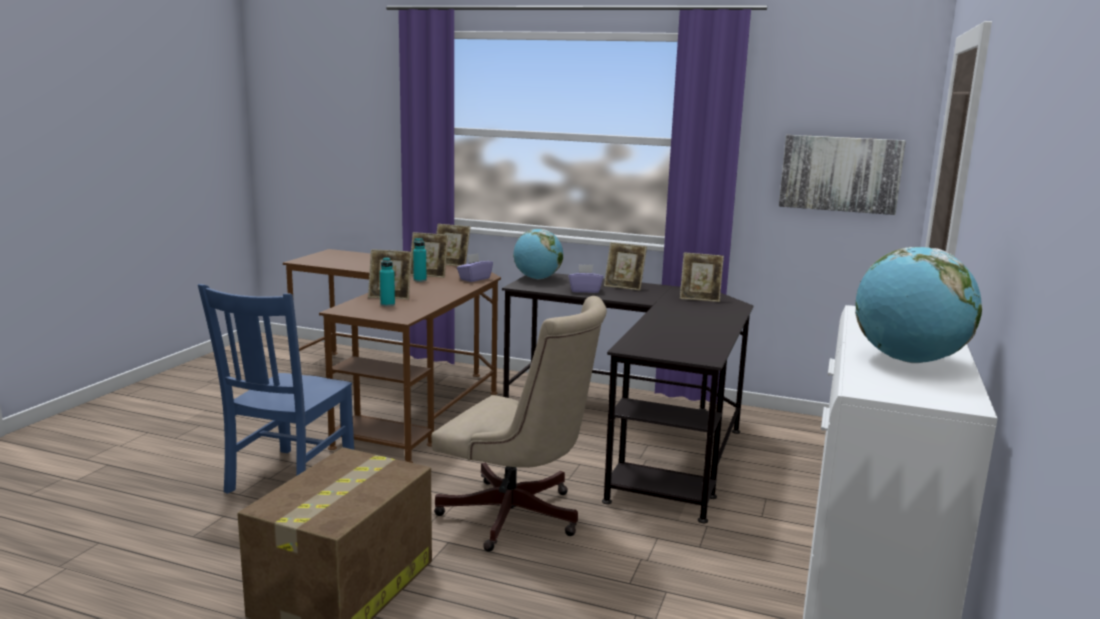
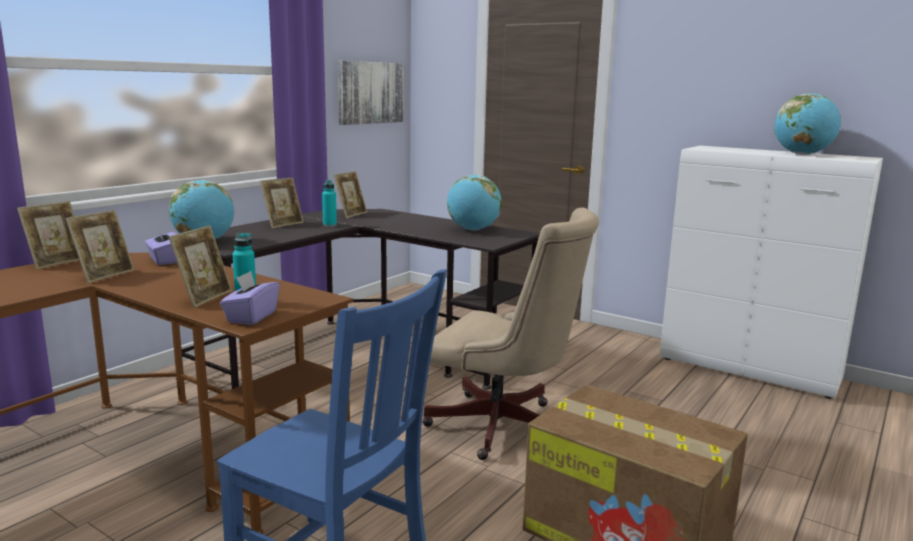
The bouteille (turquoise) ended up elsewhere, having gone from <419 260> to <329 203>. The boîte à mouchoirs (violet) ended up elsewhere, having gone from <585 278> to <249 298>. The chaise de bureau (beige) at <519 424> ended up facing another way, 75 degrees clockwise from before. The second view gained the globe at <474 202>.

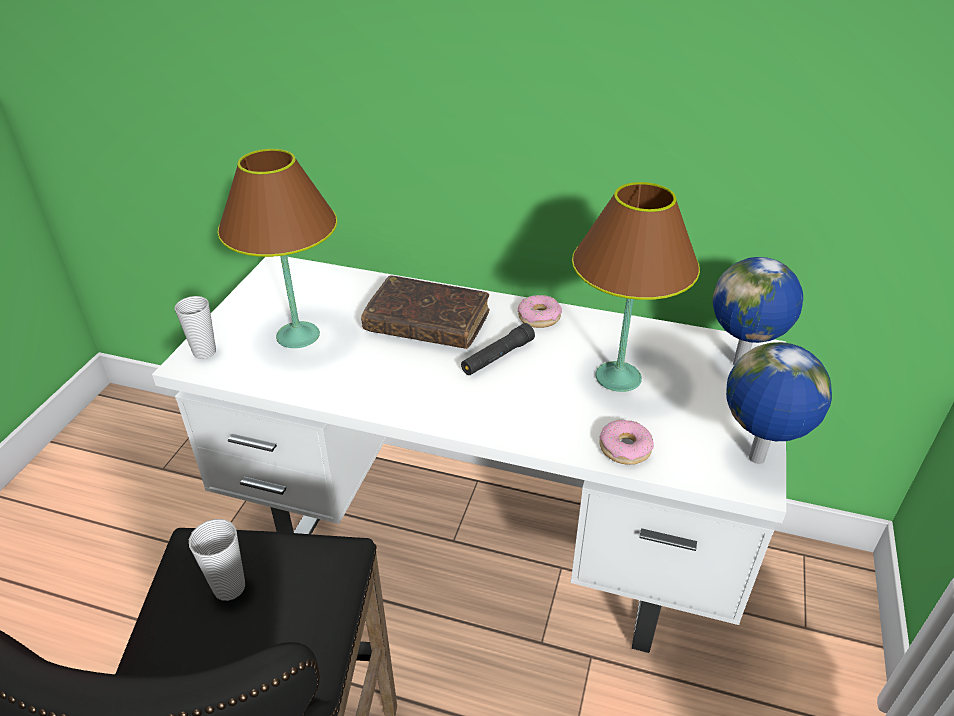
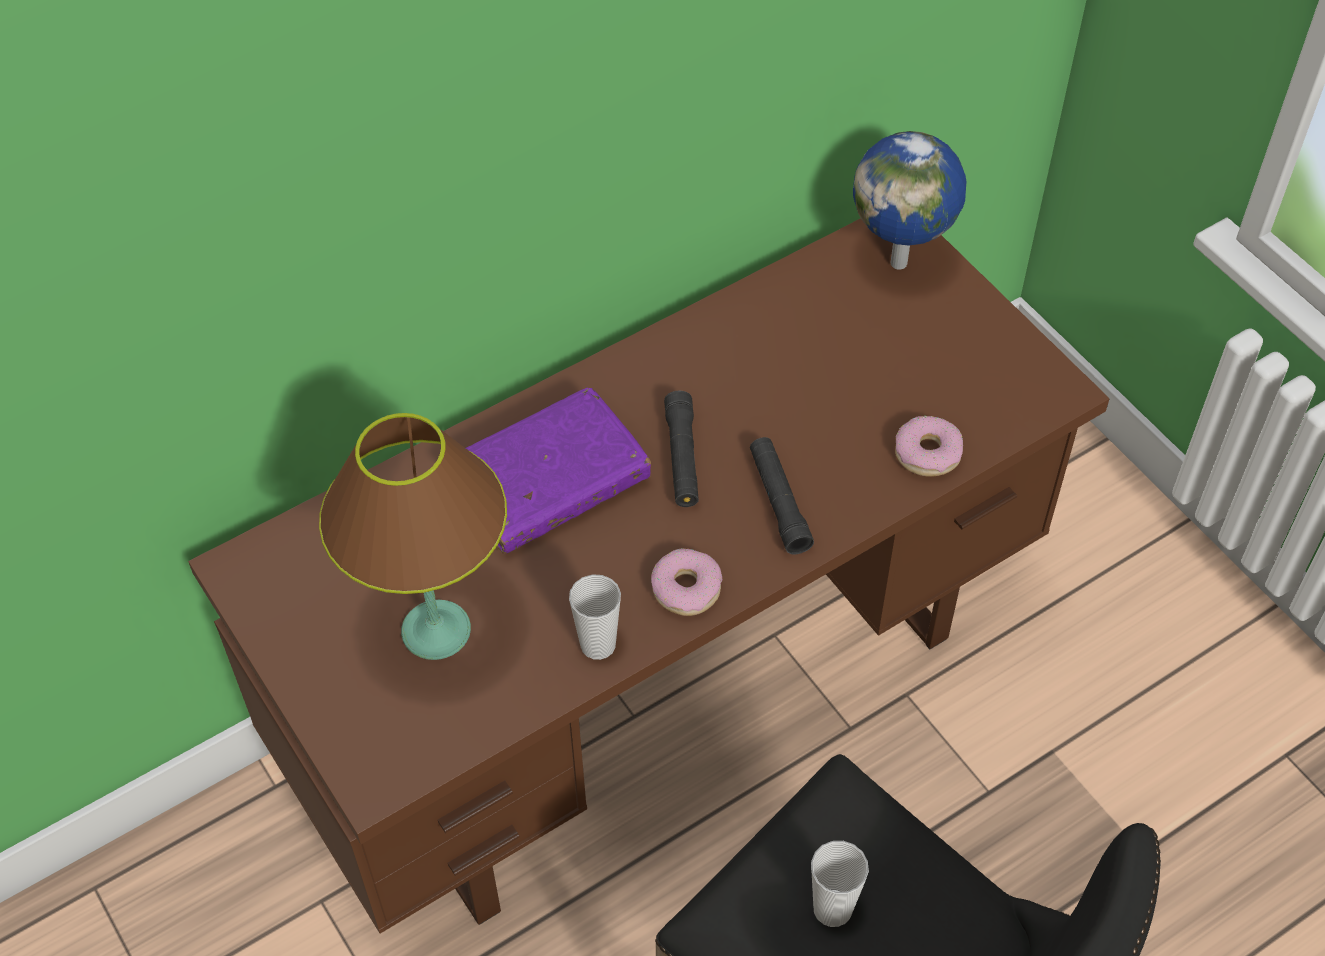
The second view lost the lampe de table (marron) at <636 287>. What was the bureau (blanc) at <469 454> turned into the bureau (marron) at <649 575>. What was the livre (marron) at <425 312> turned into the livre (violet) at <558 471>. The beignet ended up elsewhere, having gone from <540 311> to <686 582>. The tasse ended up elsewhere, having gone from <195 327> to <595 617>. The second view lost the globe at <779 403>. The second view gained the lampe de poche (noir) at <782 495>.

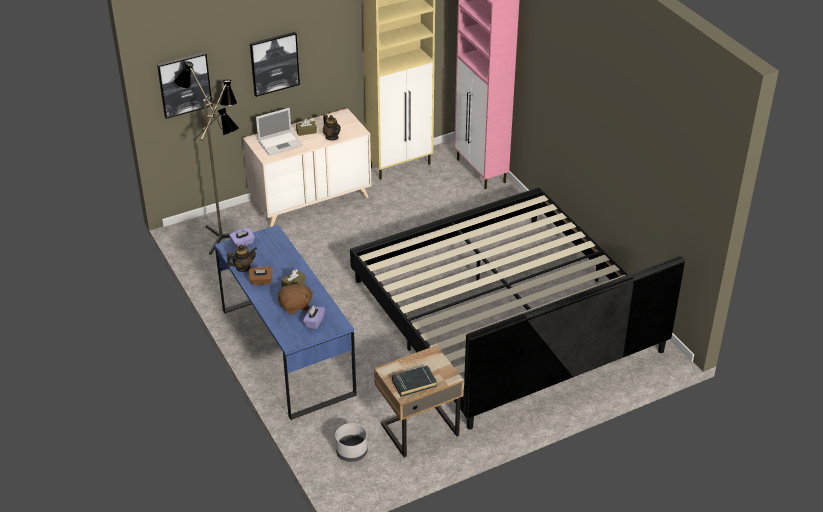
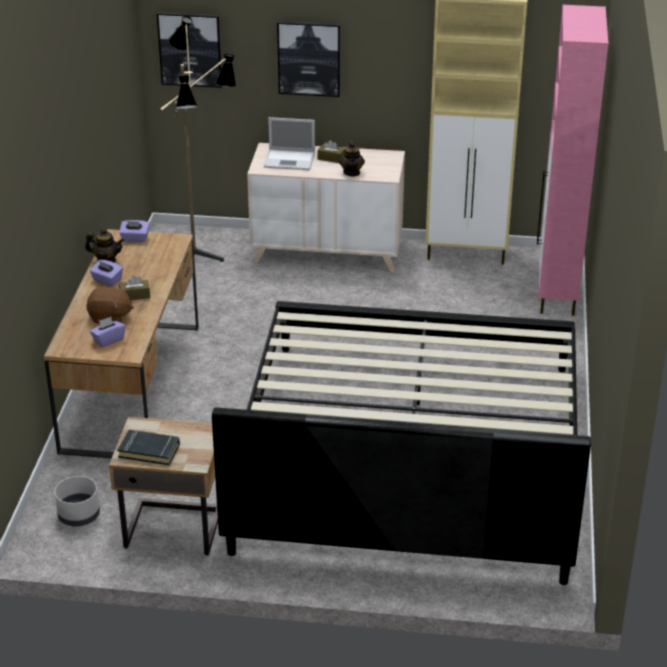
What was the bureau (bleu) at <286 322> turned into the bureau (marron) at <121 343>. What was the boîte à mouchoirs (marron) at <260 276> turned into the boîte à mouchoirs (violet) at <106 273>.

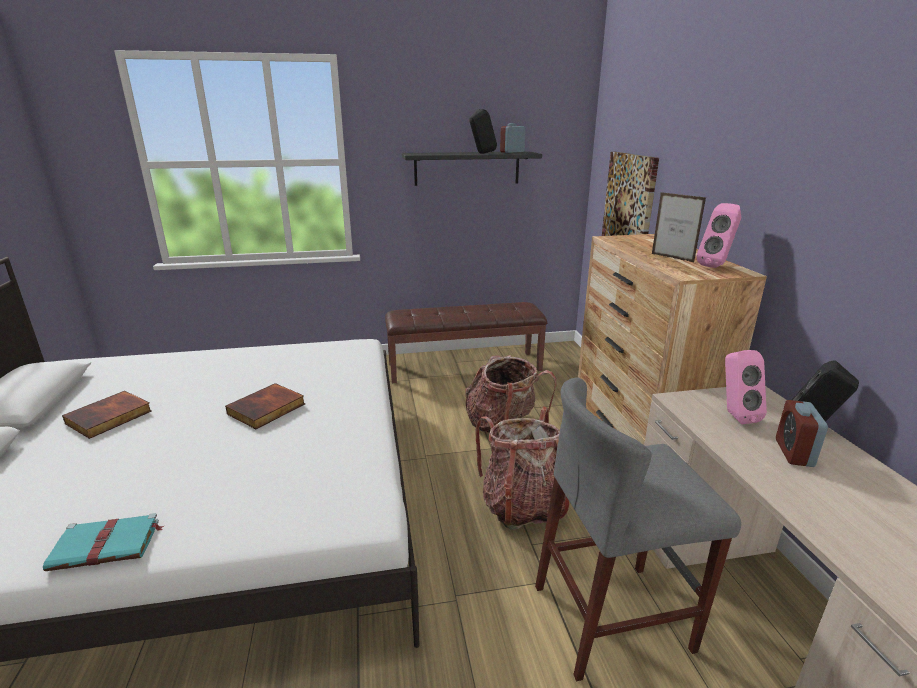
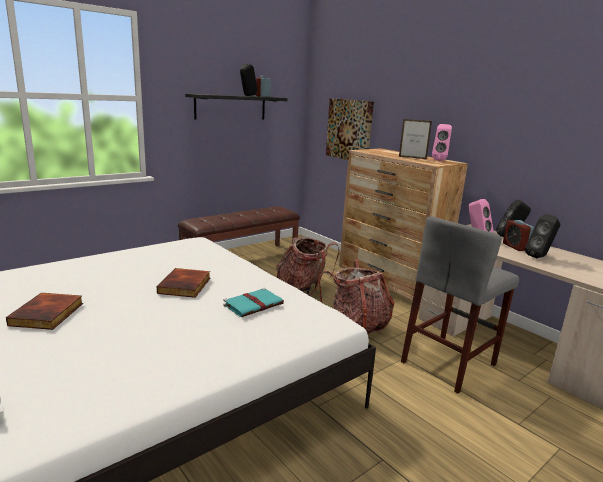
The livre (turquoise) ended up elsewhere, having gone from <103 542> to <253 302>. The second view gained the enceinte (noir) at <542 236>.

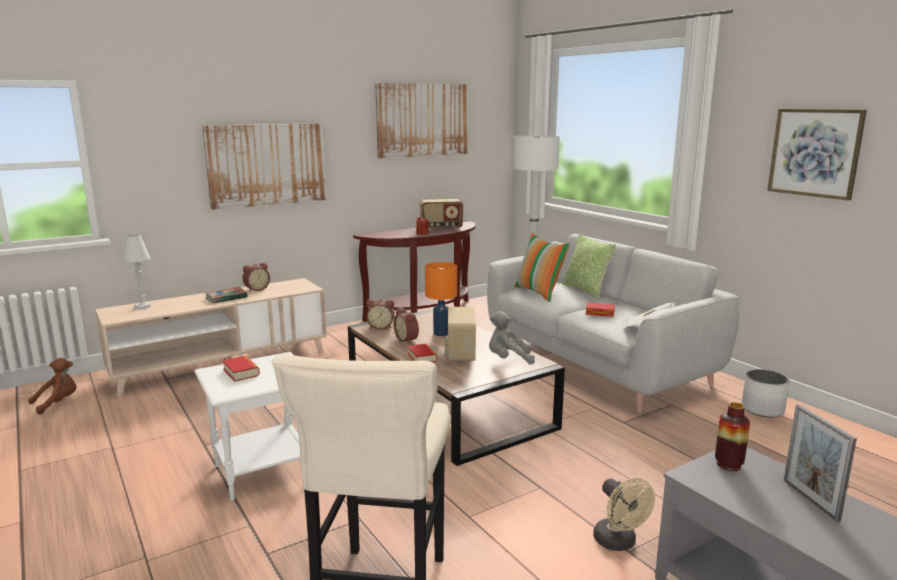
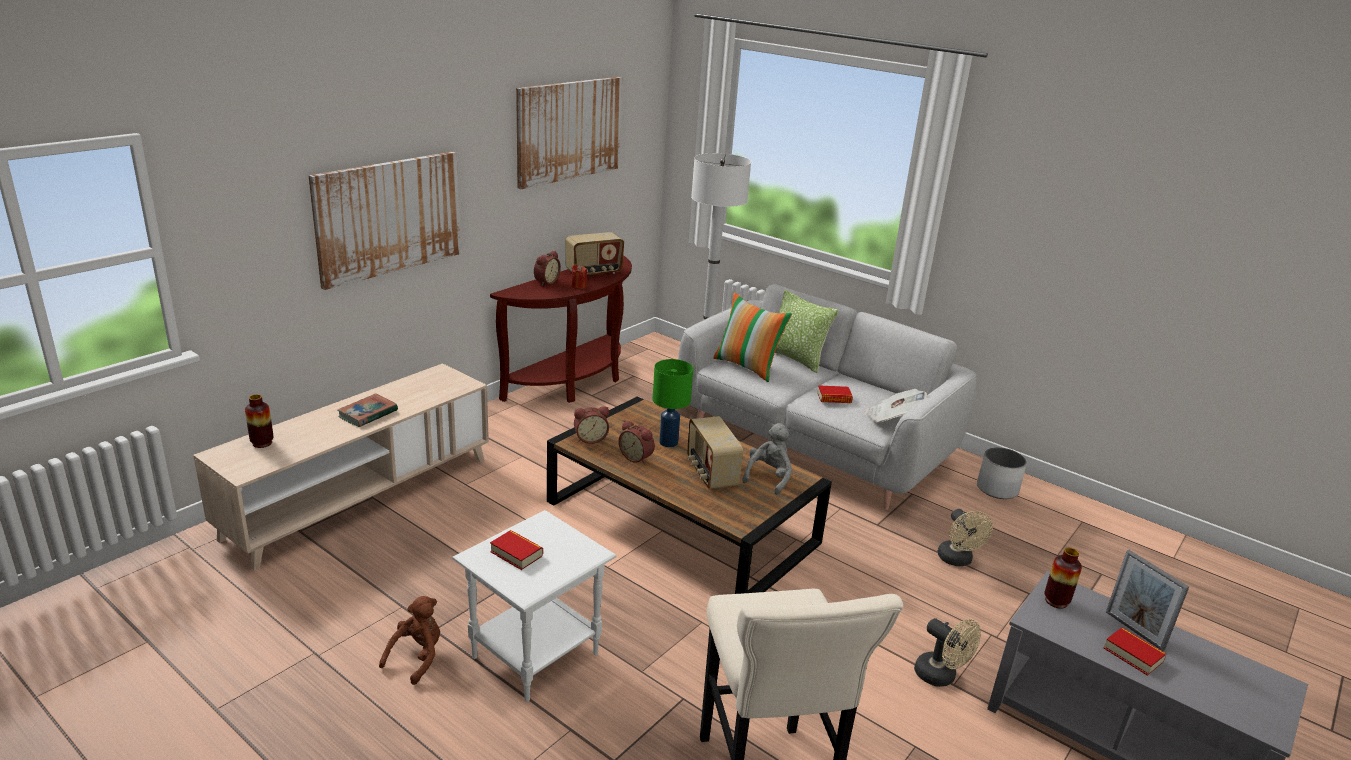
The second view lost the tableau at <817 155>. Where the lampe de table (blanc) stood at <136 271>, the vase came to stand at <259 421>. The réveil ended up elsewhere, having gone from <256 277> to <547 268>. What was the lampe de table (orange) at <441 299> turned into the lampe de table (vert) at <673 403>. The peluche (gris) at <512 338> ended up facing another way, 135 degrees clockwise from before. The livre ended up elsewhere, having gone from <422 353> to <1135 652>. The peluche (marron) ended up elsewhere, having gone from <52 386> to <409 640>. The second view gained the ventilateur (beige) at <965 537>.

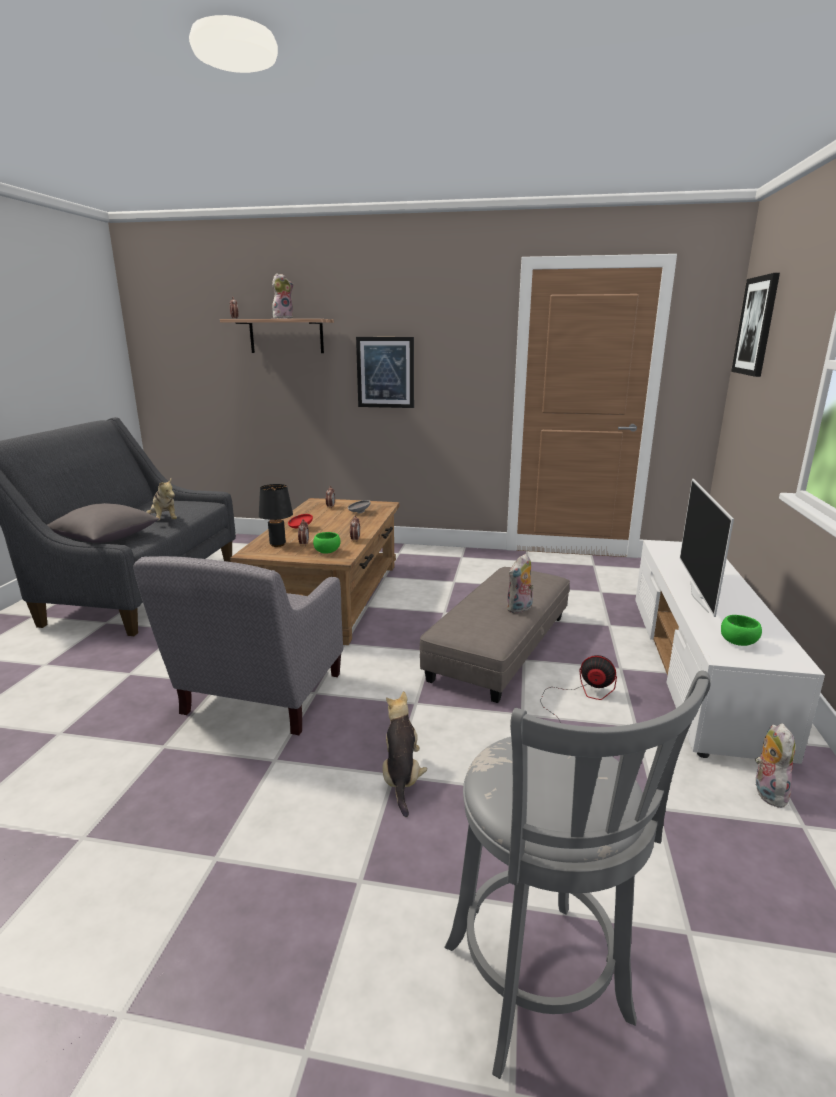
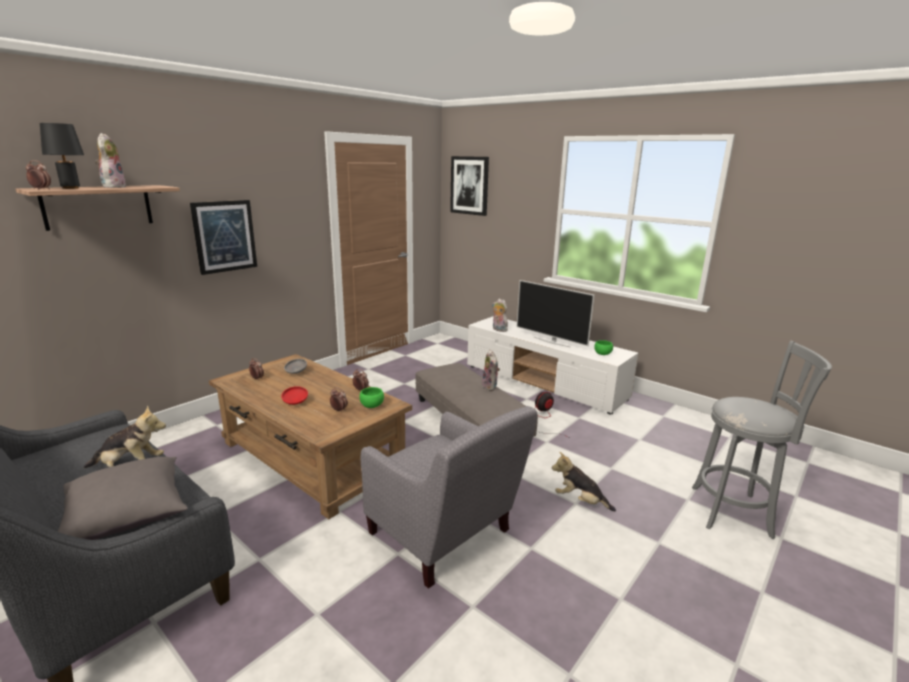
The lampe de table (noir) ended up elsewhere, having gone from <276 515> to <61 156>. The peluche ended up elsewhere, having gone from <775 765> to <500 315>.

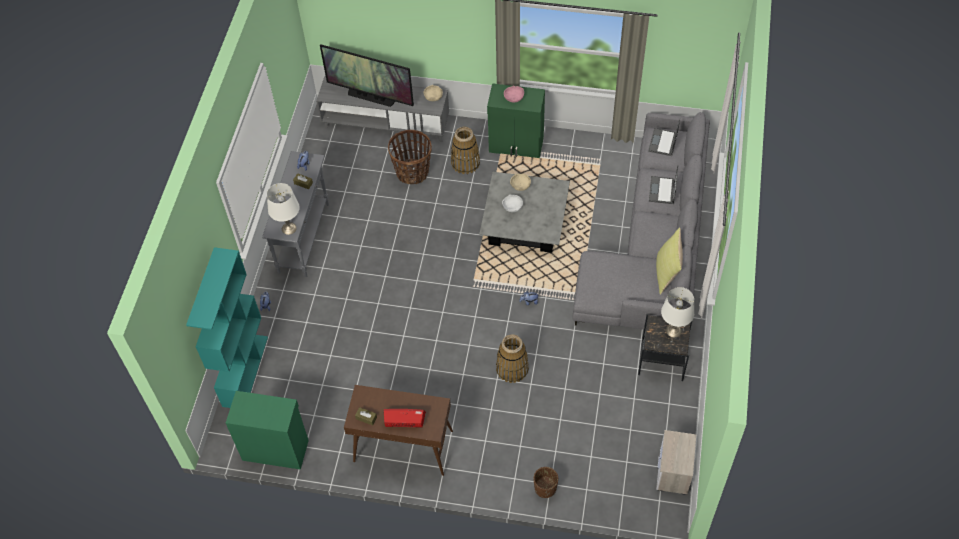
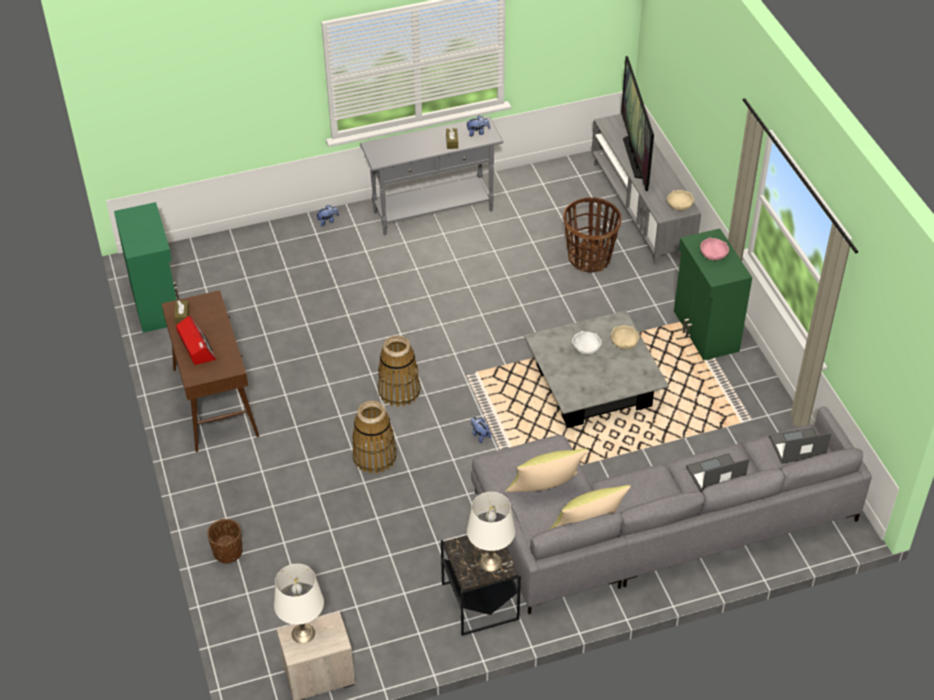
The panier ended up elsewhere, having gone from <465 150> to <399 371>. The lampe de table (blanc) ended up elsewhere, having gone from <283 209> to <299 604>. The second view lost the bibliothèque (turquoise) at <227 327>. The second view gained the coussin (jaune) at <546 470>.

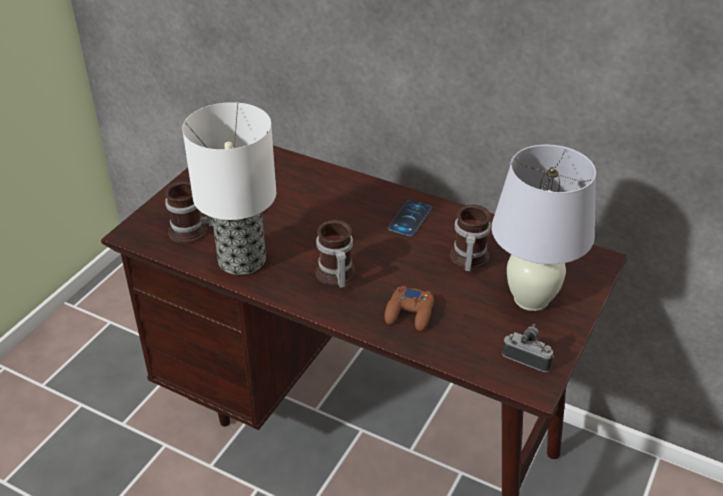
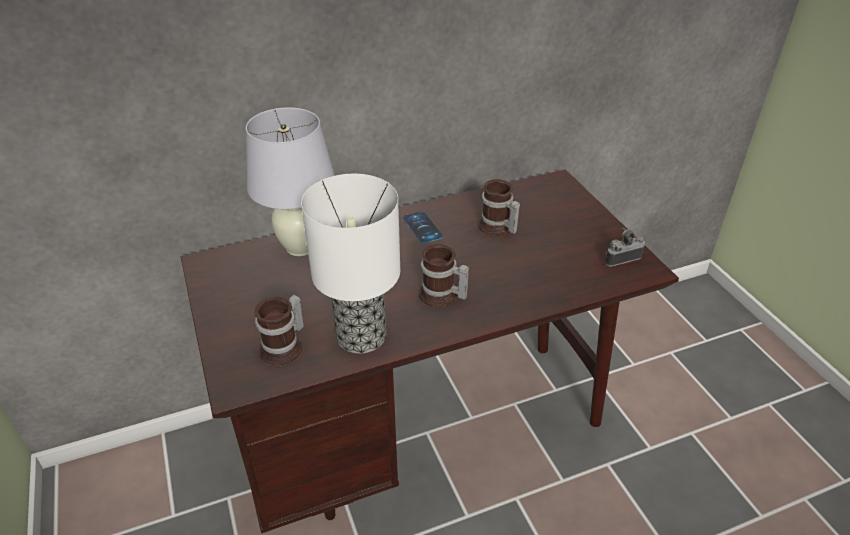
The lampe de table (blanc) ended up elsewhere, having gone from <543 228> to <290 181>. The second view lost the manette (marron) at <409 308>.

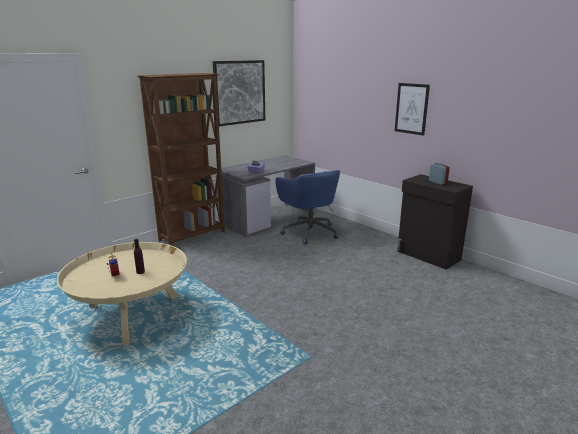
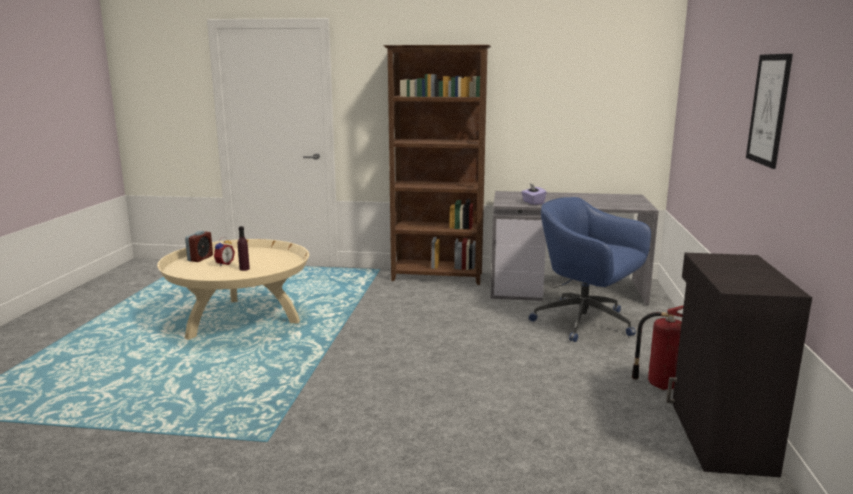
The second view lost the tableau at <239 93>. The réveil ended up elsewhere, having gone from <439 174> to <199 246>. The chaise de bureau (bleu) at <307 207> ended up facing another way, 105 degrees clockwise from before. The second view gained the extincteur at <657 347>.

